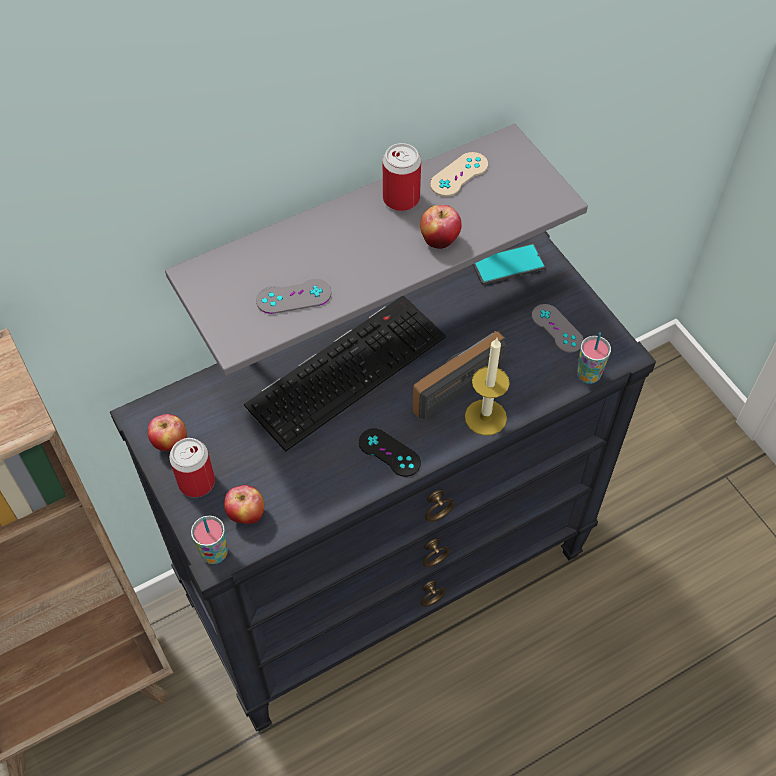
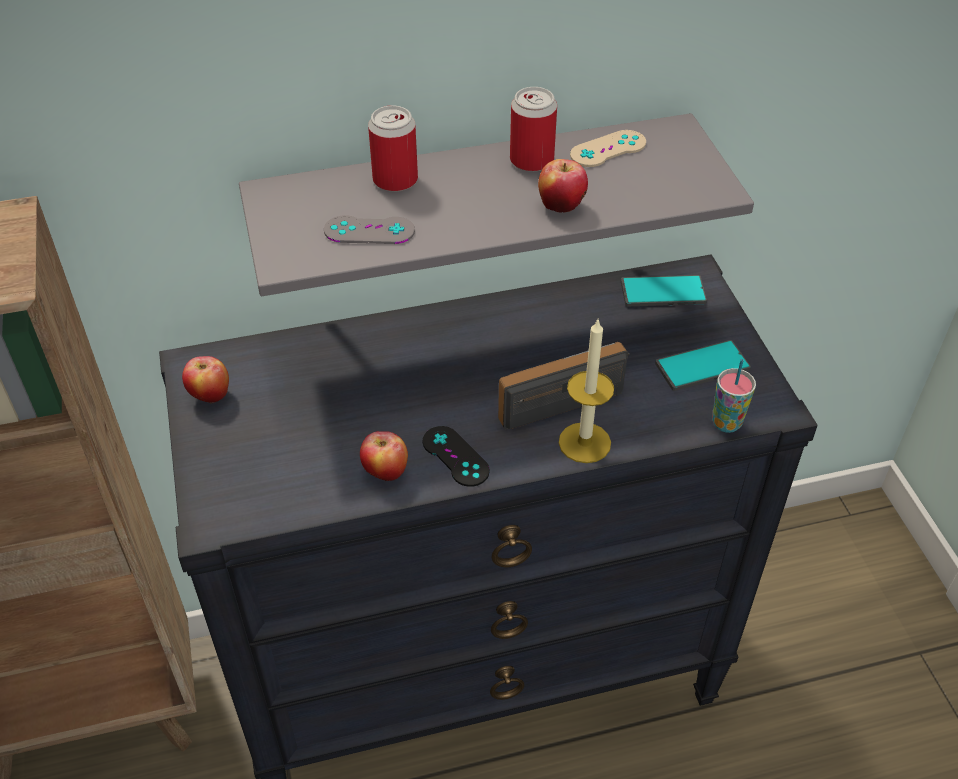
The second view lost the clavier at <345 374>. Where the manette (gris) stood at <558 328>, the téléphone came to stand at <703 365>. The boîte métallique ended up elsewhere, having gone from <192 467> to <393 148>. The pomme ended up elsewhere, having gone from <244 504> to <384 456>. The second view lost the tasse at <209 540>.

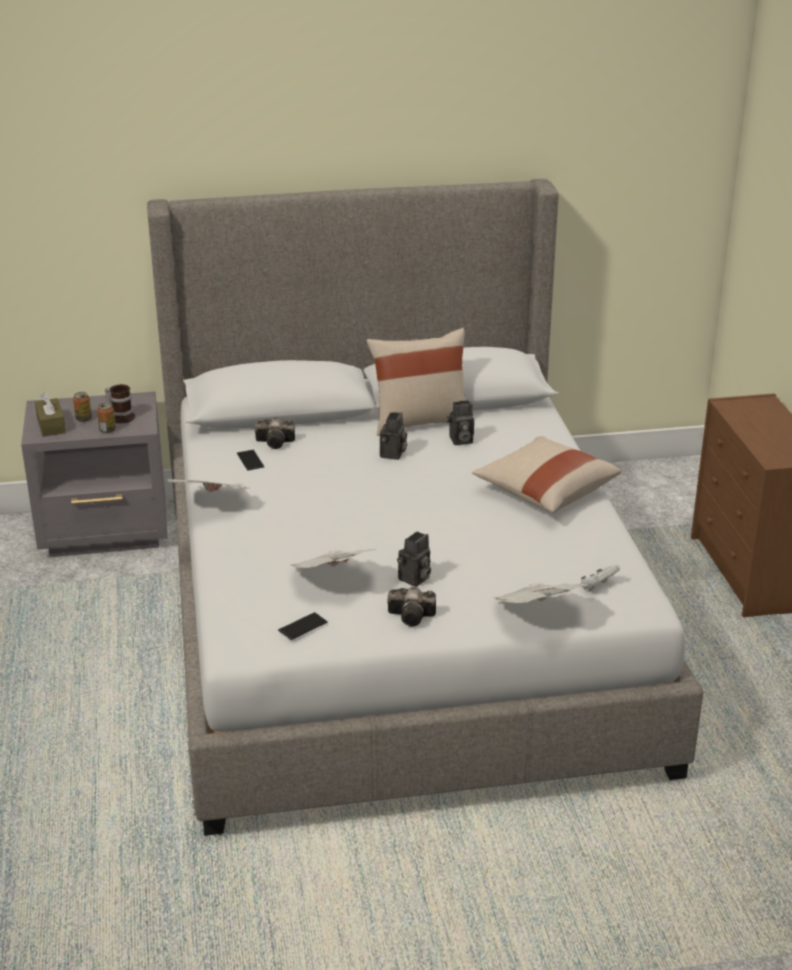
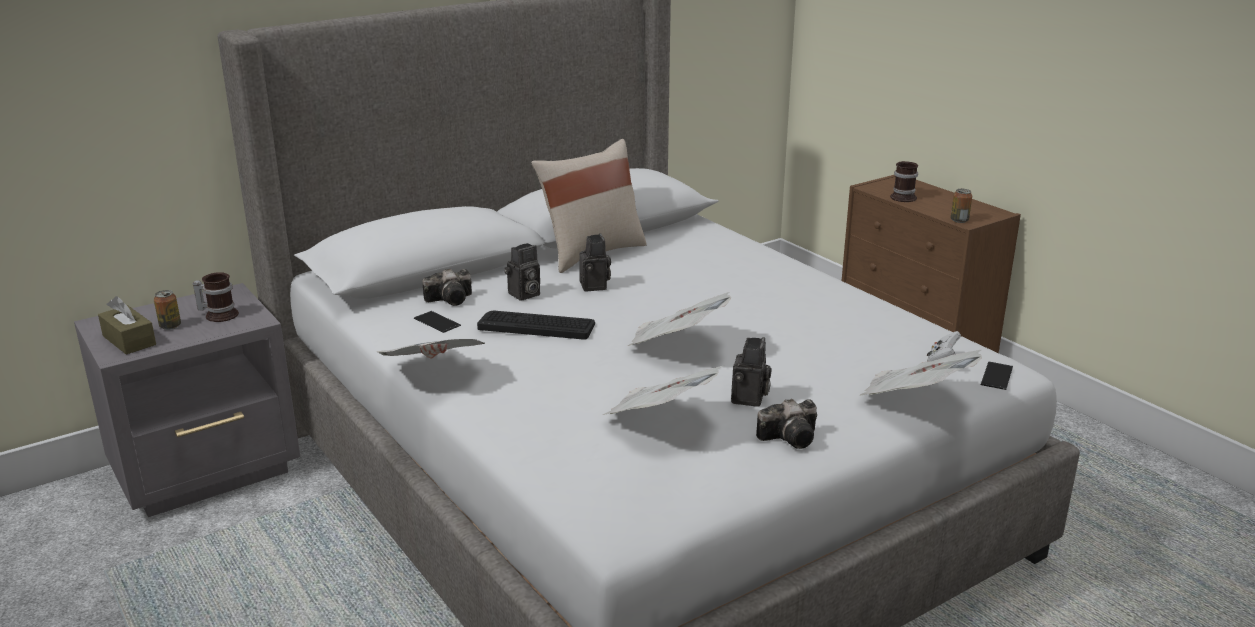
The appareil photo ended up elsewhere, having gone from <460 422> to <522 272>. The boîte métallique ended up elsewhere, having gone from <106 418> to <961 206>. The second view lost the coussin (beige) at <546 475>. The téléphone ended up elsewhere, having gone from <303 626> to <997 375>. The second view gained the mug at <904 181>. The second view gained the journal at <679 319>. The second view gained the clavier at <536 325>.

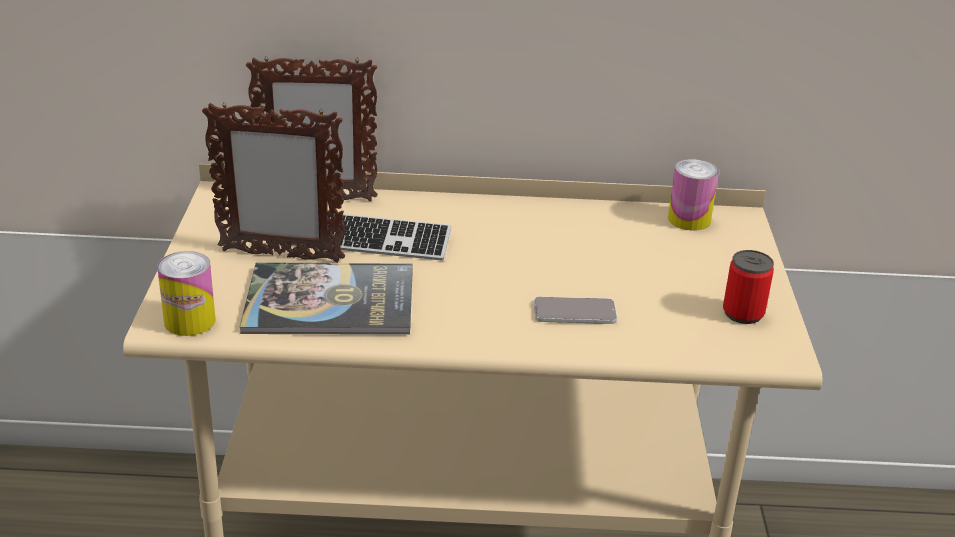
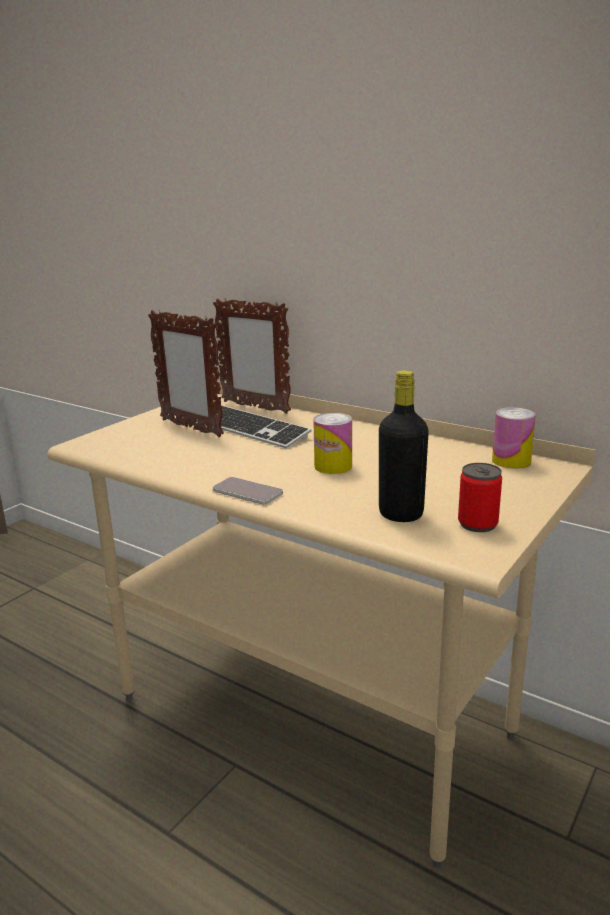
The boîte métallique ended up elsewhere, having gone from <186 293> to <332 443>. The second view lost the livre at <326 298>. The téléphone ended up elsewhere, having gone from <575 310> to <248 490>. The second view gained the bouteille (noir) at <404 446>.

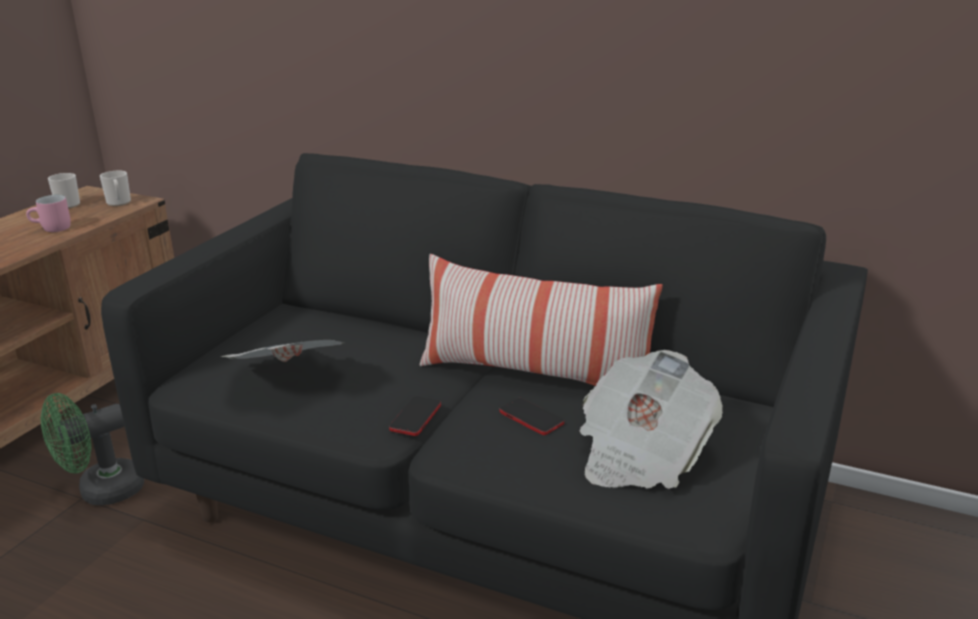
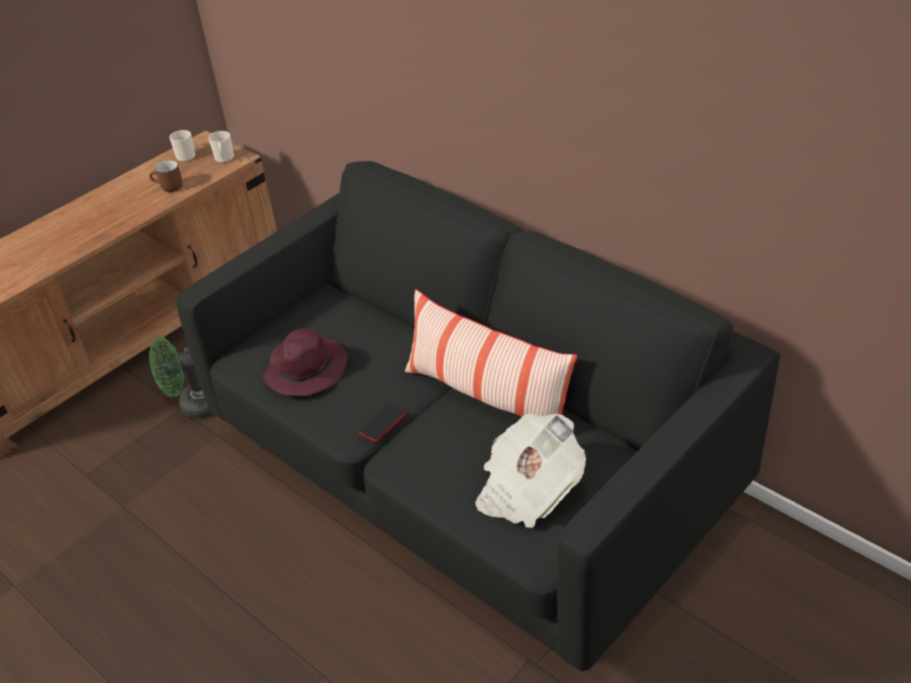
What was the mug (rose) at <48 213> turned into the mug (marron) at <165 176>. Where the journal stood at <282 351>, the chapeau (violet) came to stand at <305 362>. The second view lost the téléphone at <532 416>.

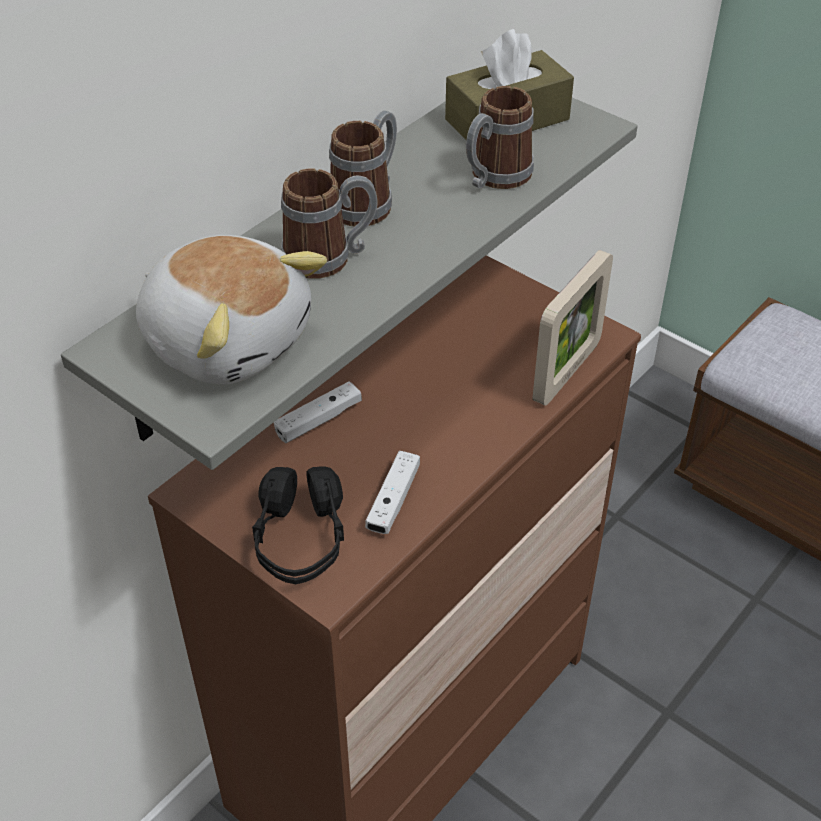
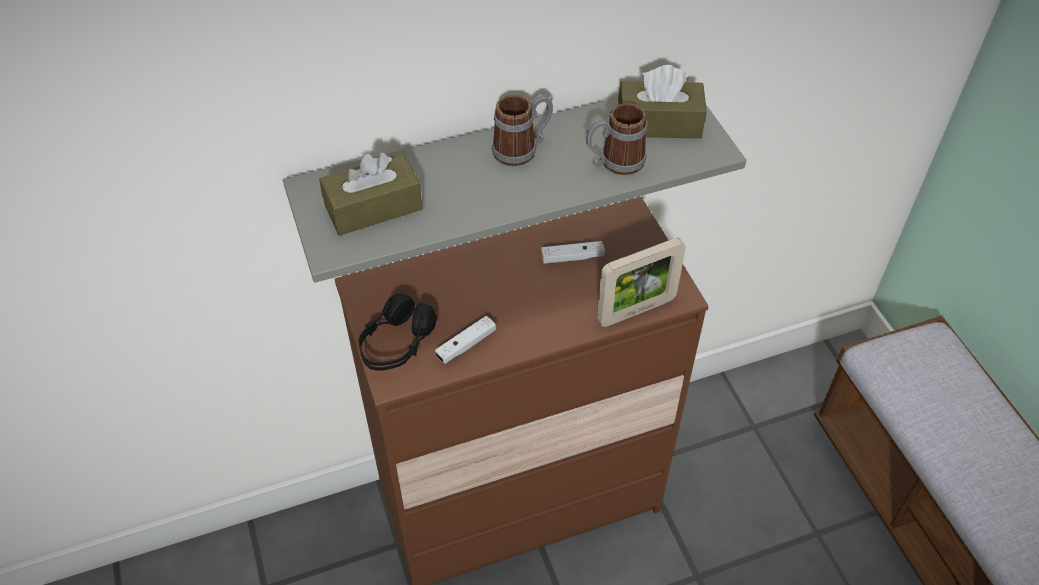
The second view lost the mug at <329 223>. Where the peluche stood at <231 309>, the boîte à mouchoirs (marron) came to stand at <371 194>. The manette (blanc) ended up elsewhere, having gone from <318 412> to <573 252>.

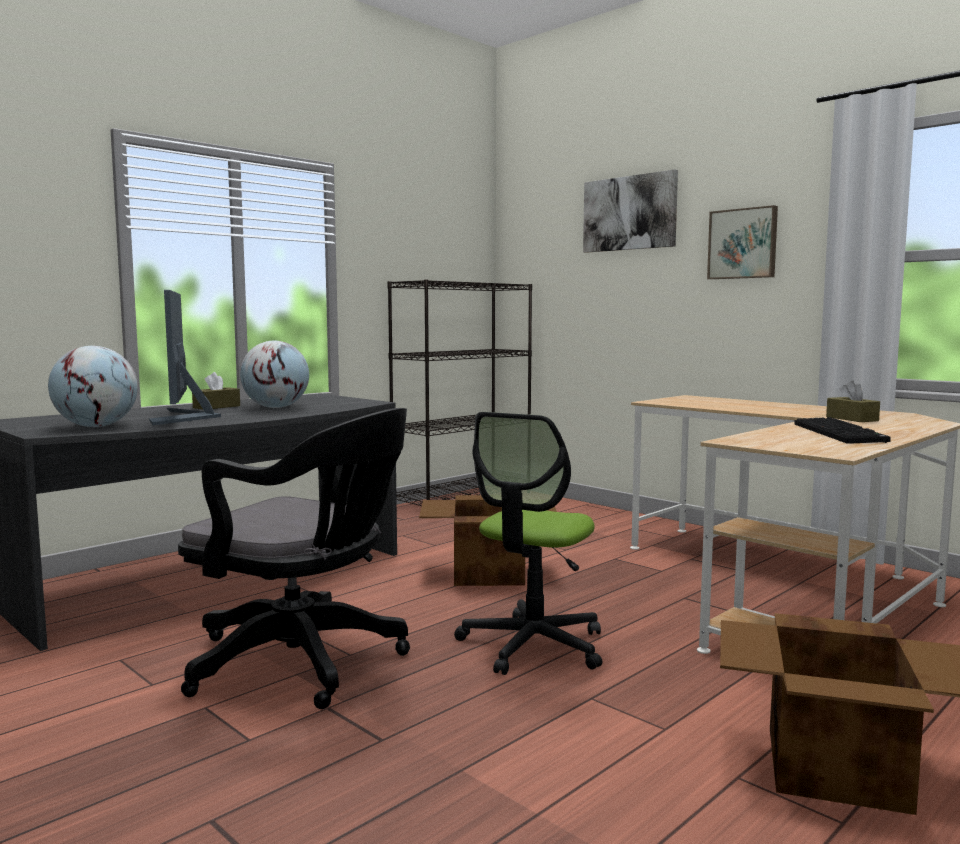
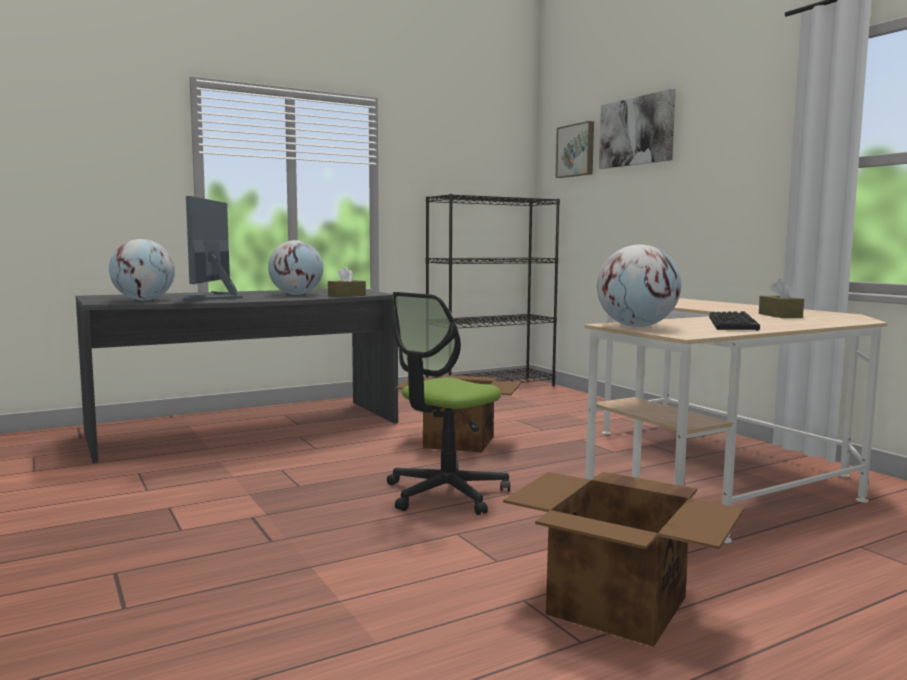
The tableau ended up elsewhere, having gone from <742 242> to <575 149>. The boîte à mouchoirs (marron) ended up elsewhere, having gone from <216 390> to <347 282>. The second view lost the chaise de bureau (noir) at <294 558>. The second view gained the globe at <639 285>.

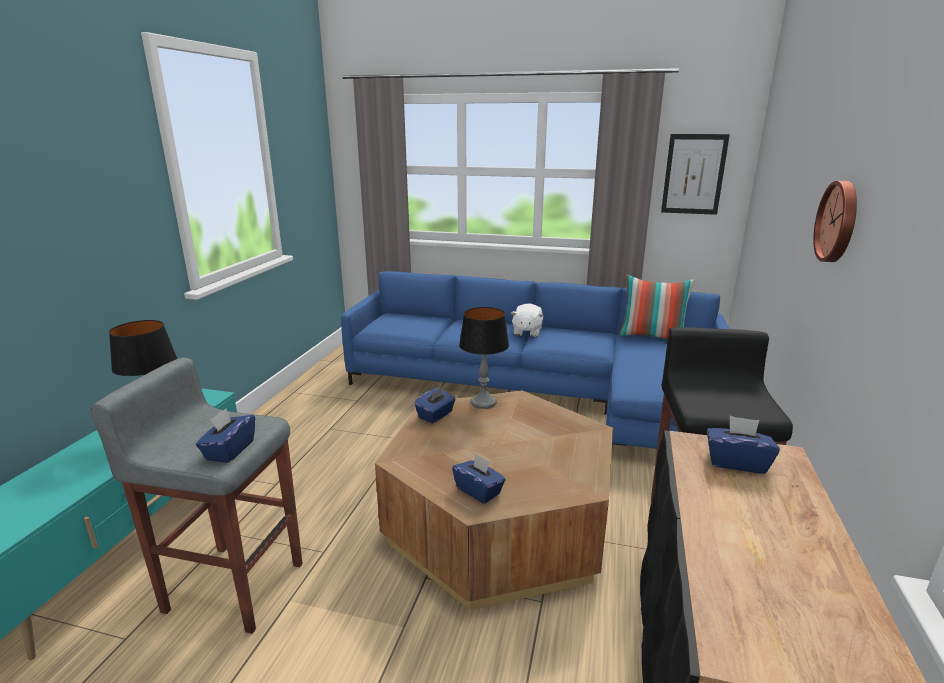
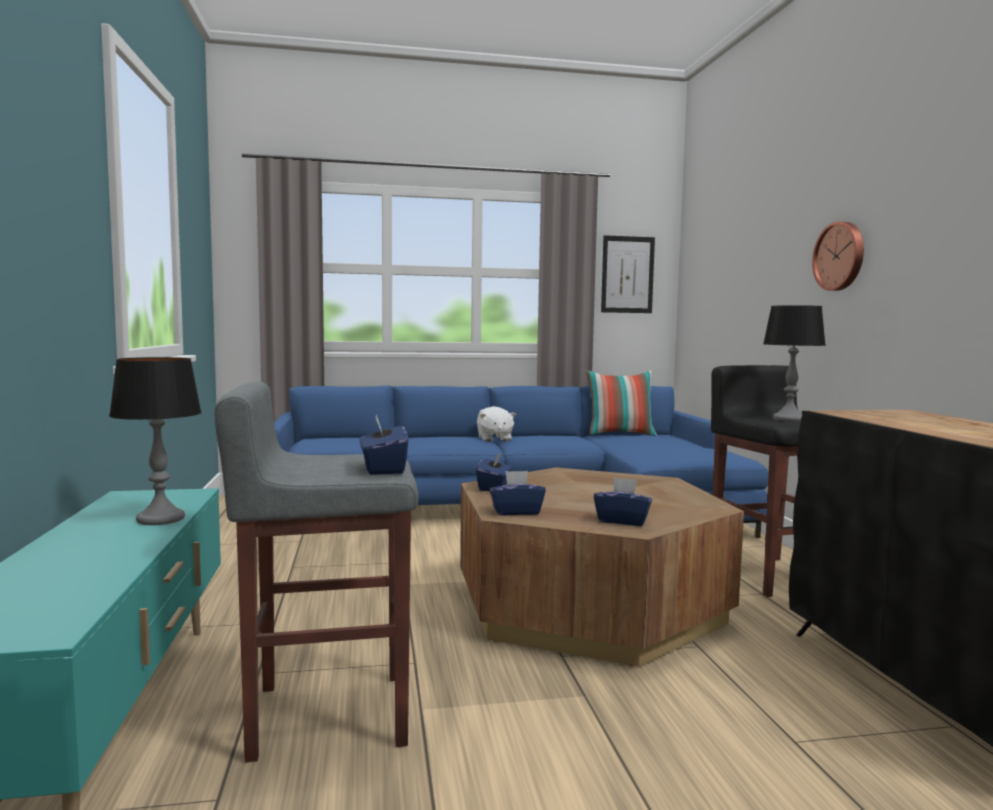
The lampe de table ended up elsewhere, having gone from <484 358> to <794 363>. The boîte à mouchoirs (bleu) ended up elsewhere, having gone from <743 445> to <517 493>.

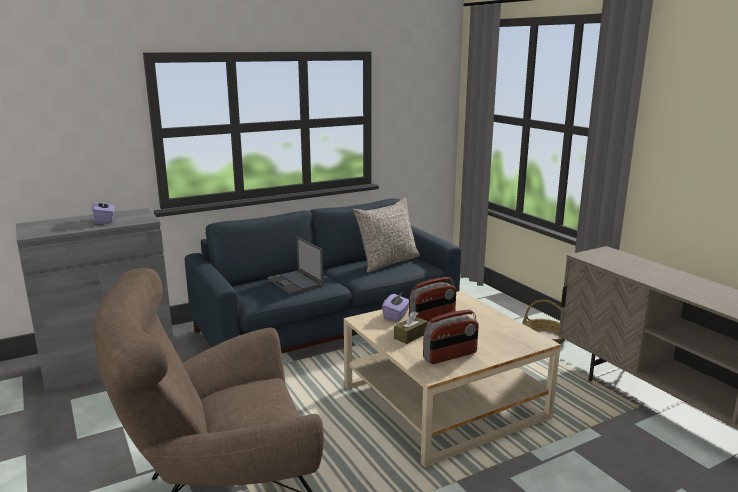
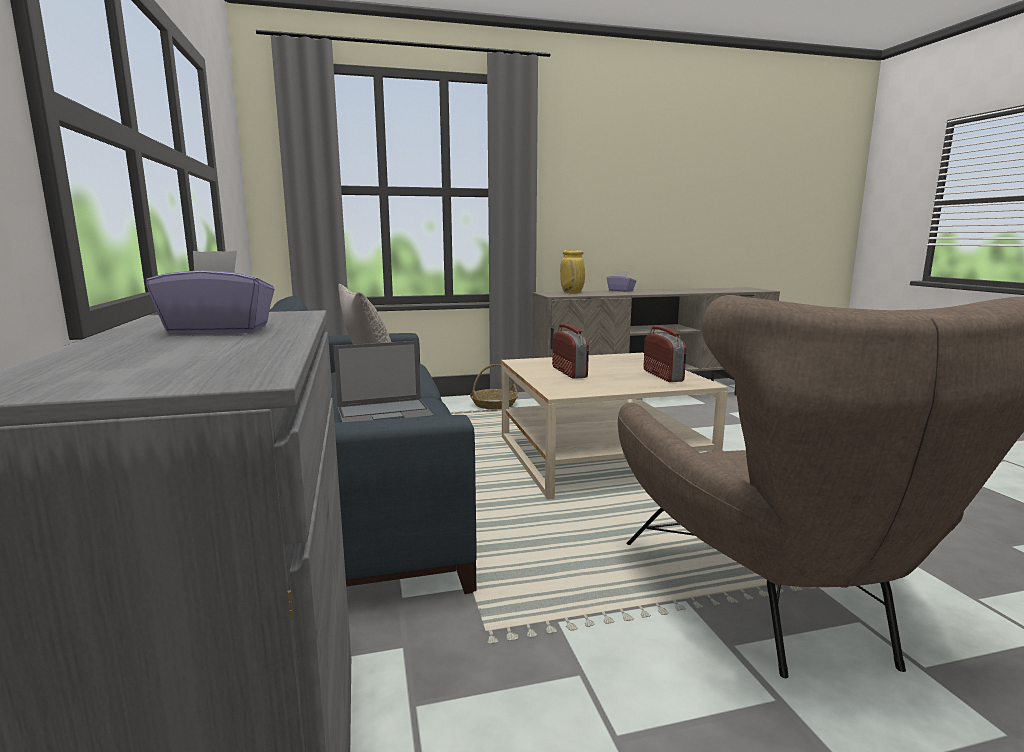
The boîte à mouchoirs (violet) ended up elsewhere, having gone from <395 307> to <621 281>. The second view lost the boîte à mouchoirs (marron) at <411 327>. The second view gained the vase (jaune) at <572 271>.

